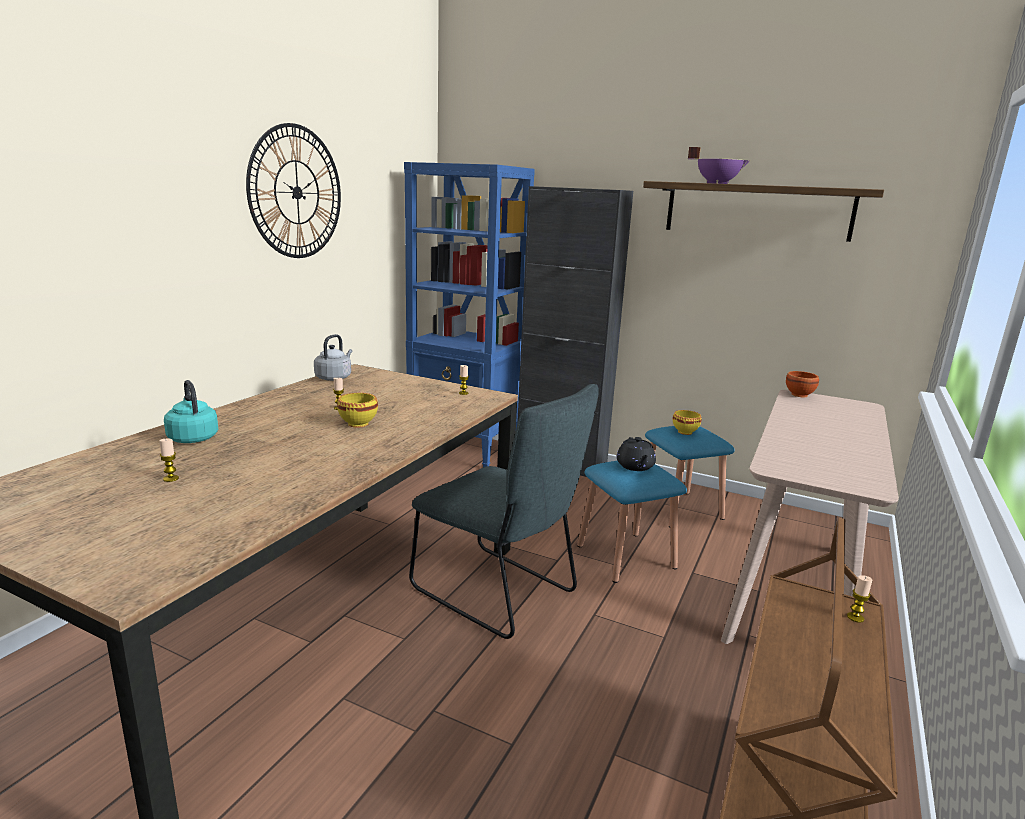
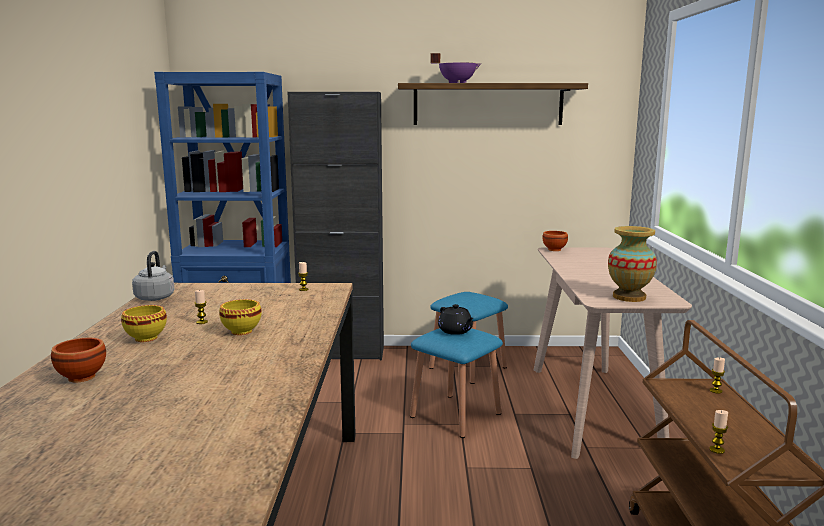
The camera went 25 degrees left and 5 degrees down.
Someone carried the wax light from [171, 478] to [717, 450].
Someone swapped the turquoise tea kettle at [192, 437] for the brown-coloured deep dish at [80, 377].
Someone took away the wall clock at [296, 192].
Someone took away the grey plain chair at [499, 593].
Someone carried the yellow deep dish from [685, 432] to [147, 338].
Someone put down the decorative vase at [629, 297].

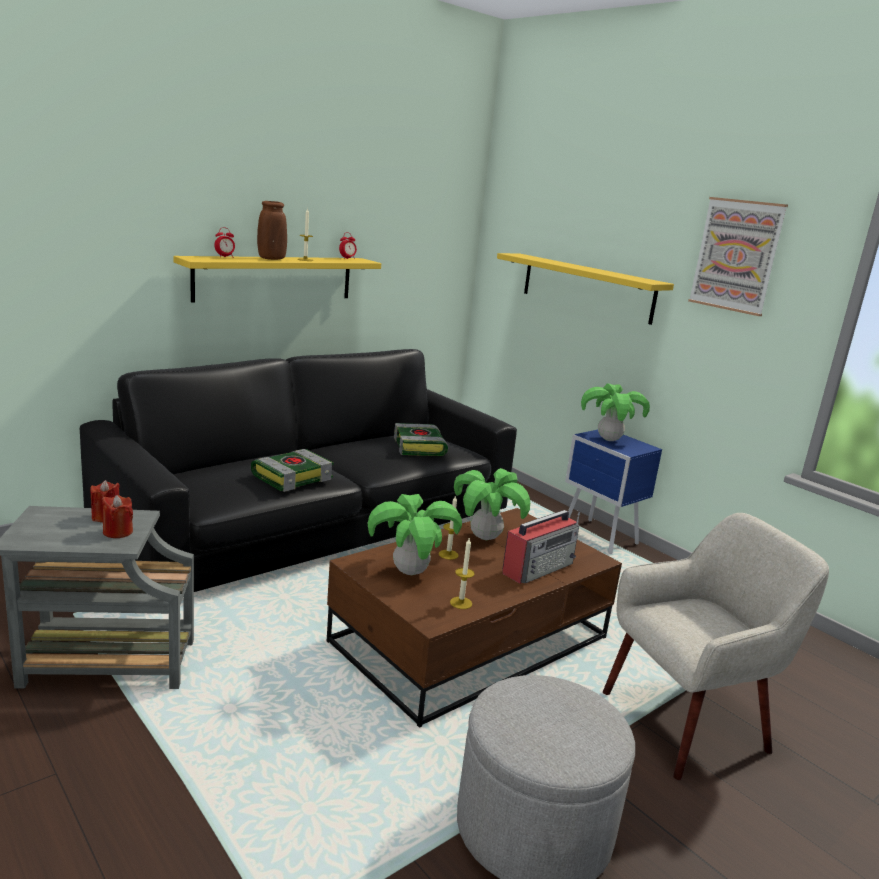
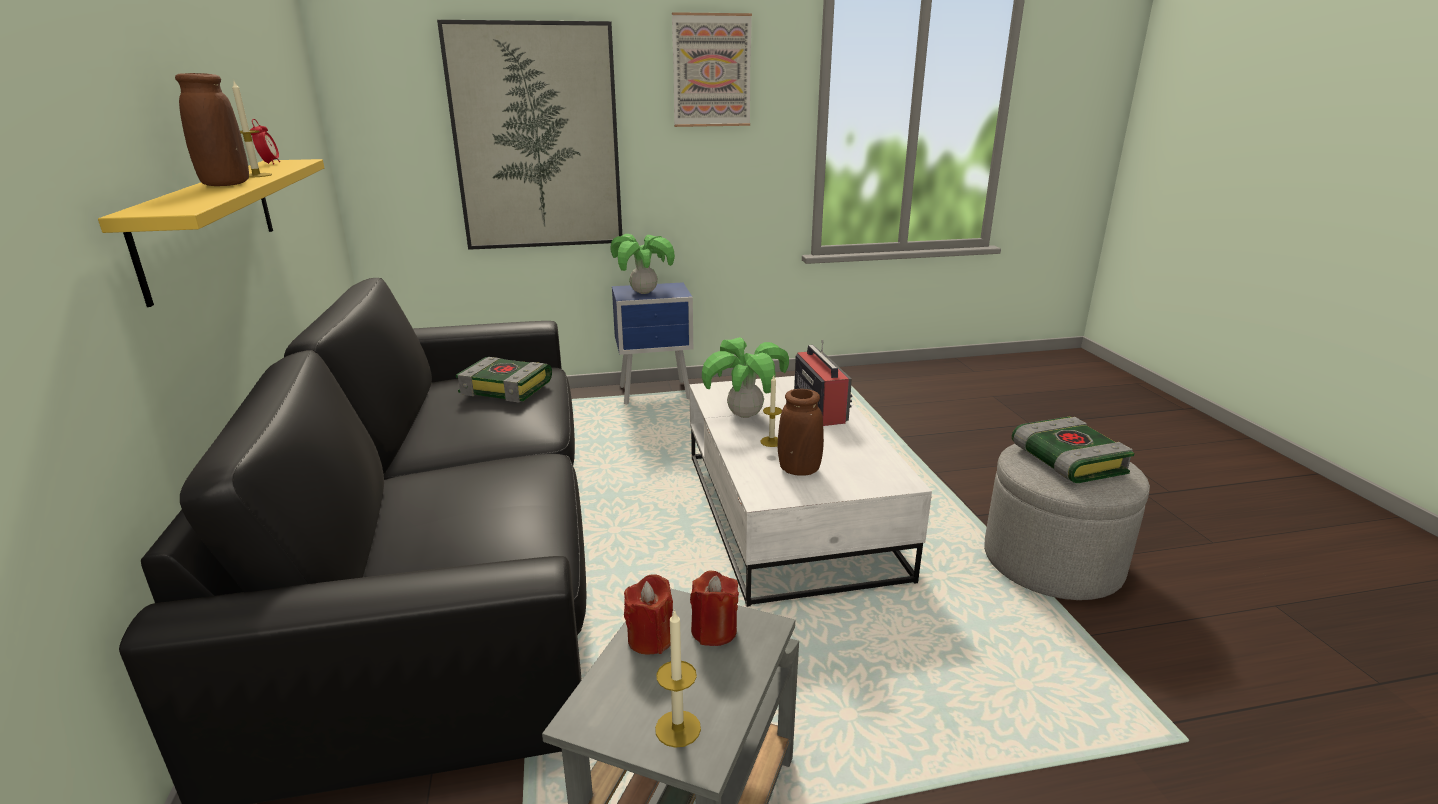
The camera went 60 degrees left and 5 degrees up.
Someone took away the bedside clock at [225, 257].
Someone carried the volume from [292, 477] to [1065, 460].
Someone repainted the brown-coloured lounge table at [471, 639], which became the whitish lounge table at [788, 513].
Someone swapped the plant in a pot at [410, 572] for the brown-coloured decorative vase at [799, 470].
Someone carried the wax light from [461, 603] to [678, 728].
Someone swapped the yellow bracket shelf at [586, 287] for the wall art at [537, 139].
Someone took away the sand-coloured easy chair at [687, 723].

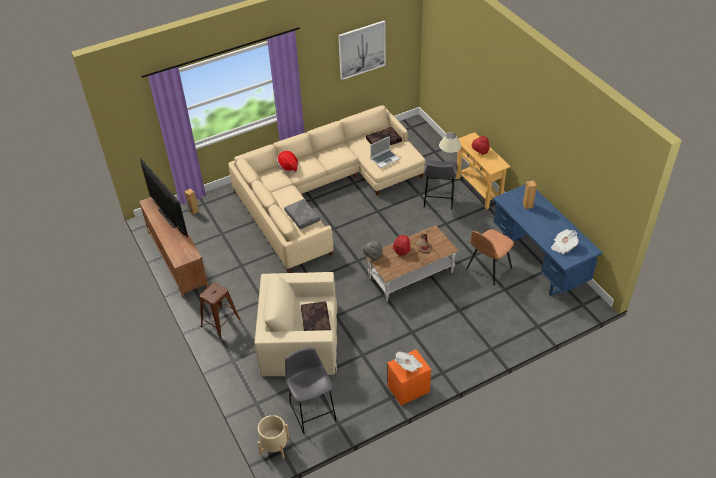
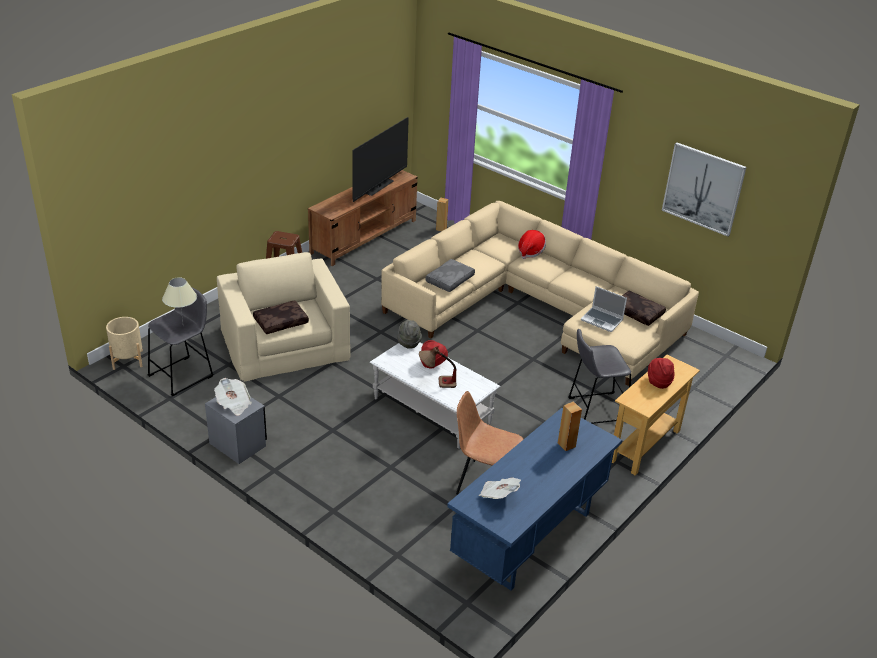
The camera went 65 degrees right and 10 degrees down.
Someone repainted the brown-coloured lounge table at [411, 275], which became the whitish lounge table at [432, 410].
Someone repainted the orangey night table at [408, 388], which became the grey night table at [238, 444].
Someone carried the sand-coloured lamp for a table from [448, 162] to [183, 326].

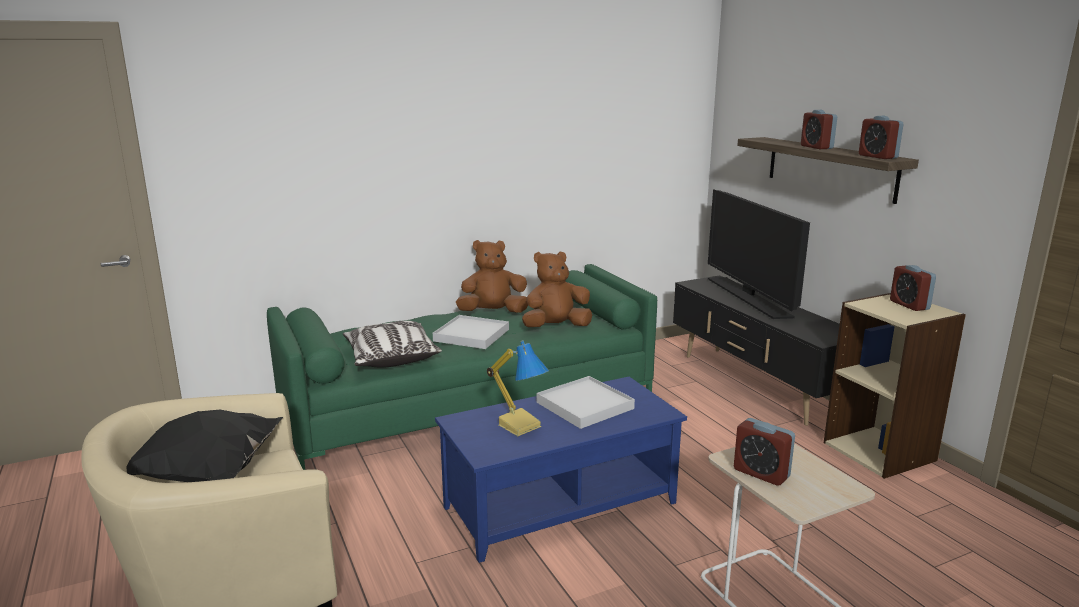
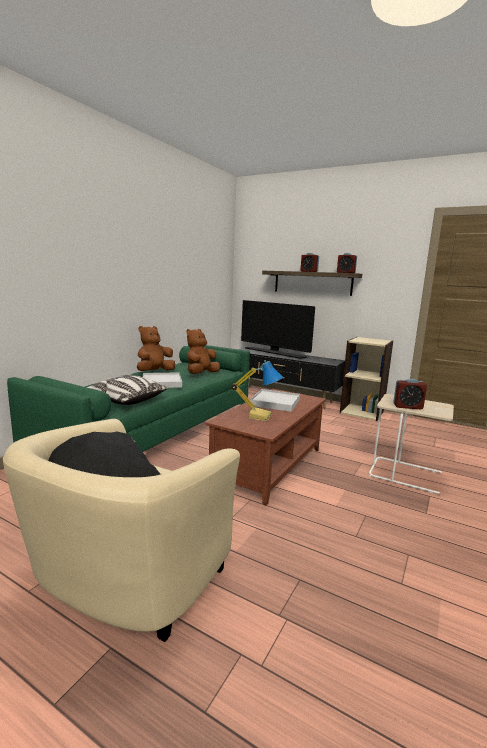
The camera went 35 degrees left and 5 degrees down.
Someone repainted the blue-coloured lounge table at [559, 504], which became the brown-coloured lounge table at [268, 465].
Someone took away the bedside clock at [909, 305].

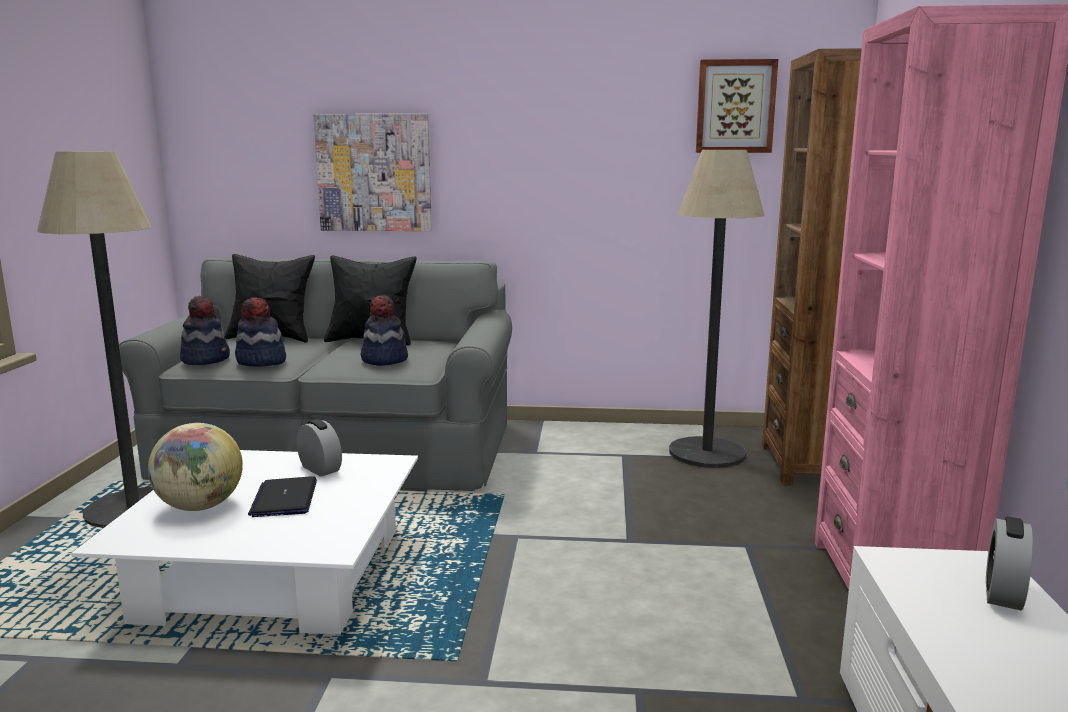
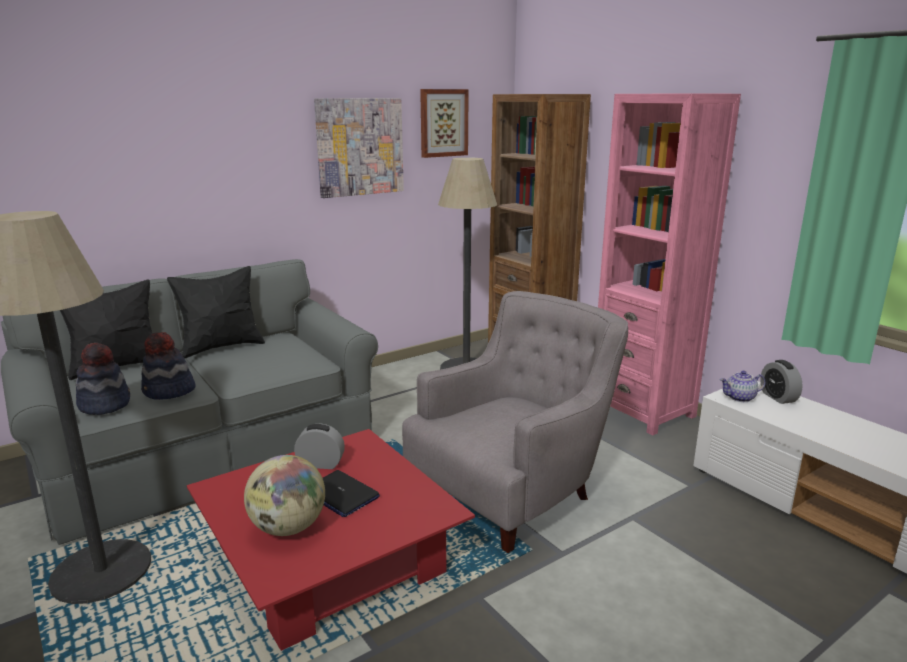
The camera went 40 degrees left and 5 degrees up.
Someone repainted the whitish lounge table at [276, 573], which became the red lounge table at [330, 558].
Someone carried the wall art from [374, 173] to [360, 147].
Someone took away the wearable hat at [384, 359].
Someone put down the grey easy chair at [514, 490].
Someone put down the teapot at [740, 398].

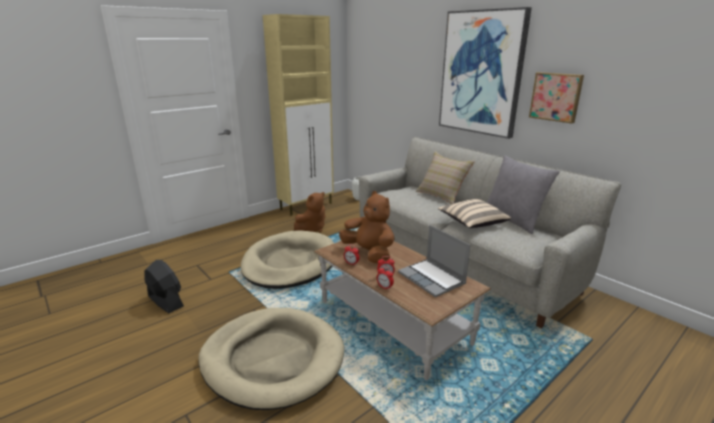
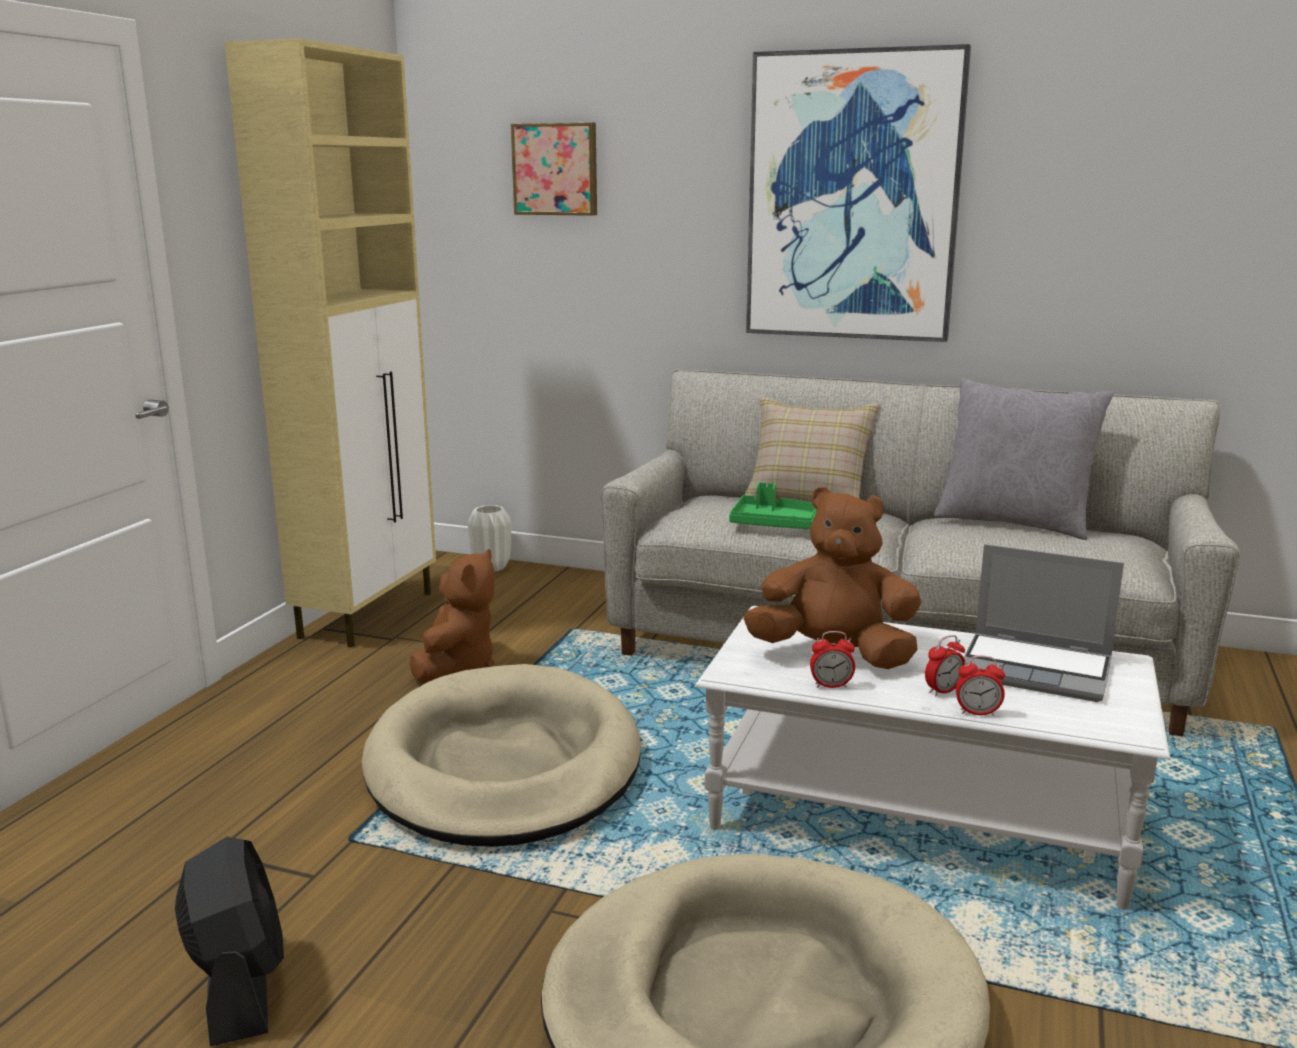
The camera went 30 degrees left and 5 degrees down.
Someone rotated the blackish electric fan at [165, 301] by 60 degrees clockwise.
Someone repainted the brown-coloured lounge table at [393, 322], which became the whitish lounge table at [918, 819].
Someone took away the sand-coloured pillow at [472, 223].
Someone carried the wall art from [556, 97] to [556, 169].
Someone put down the green tray at [774, 524].

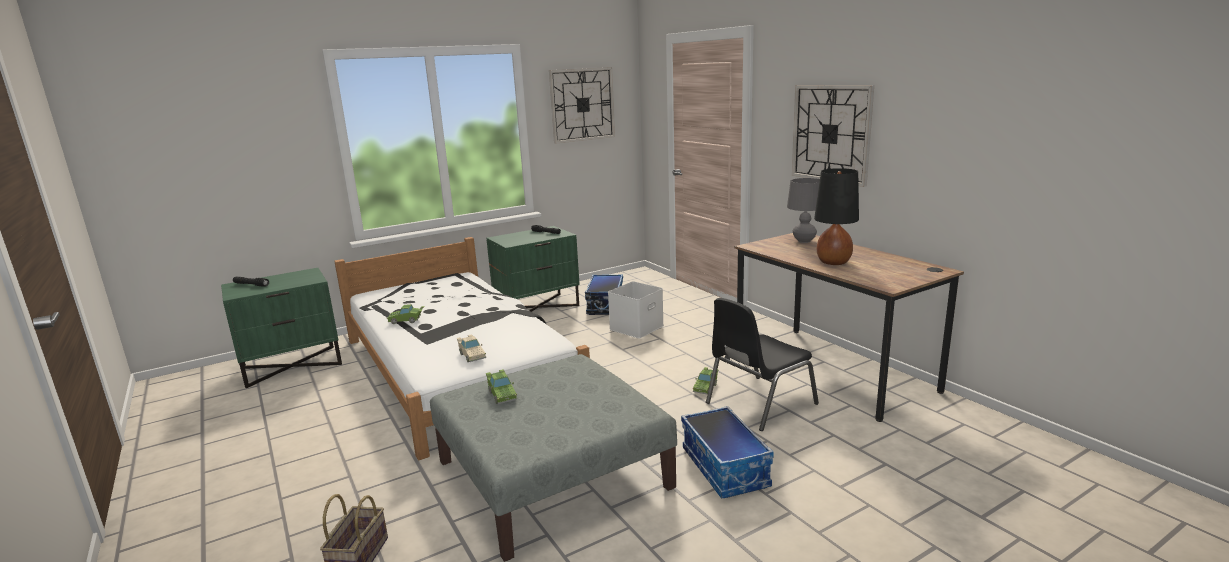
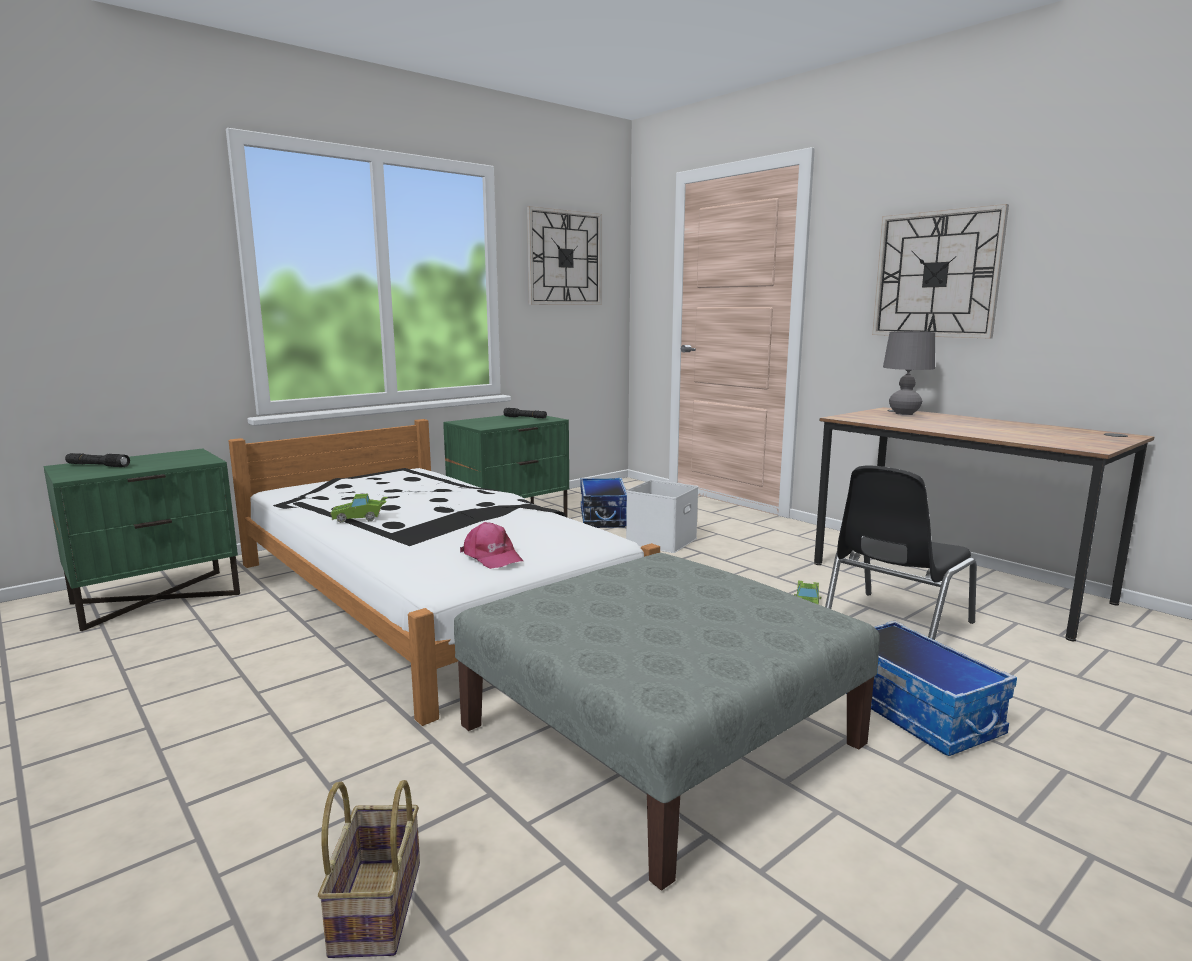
The camera went 10 degrees left and 5 degrees down.
Someone swapped the sand-coloured toy car at [471, 355] for the pinkish baseball cap at [491, 557].
Someone took away the green toy car at [501, 394].
Someone took away the blackish lamp for a table at [833, 262].

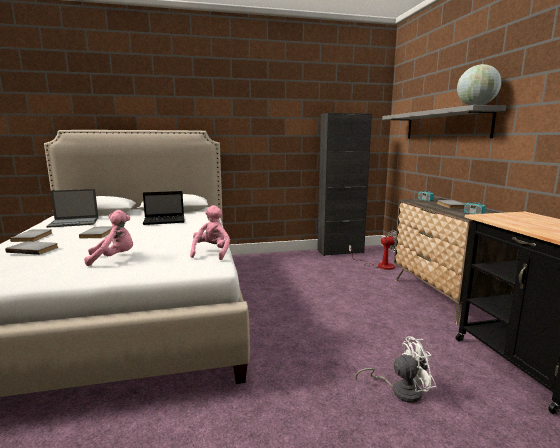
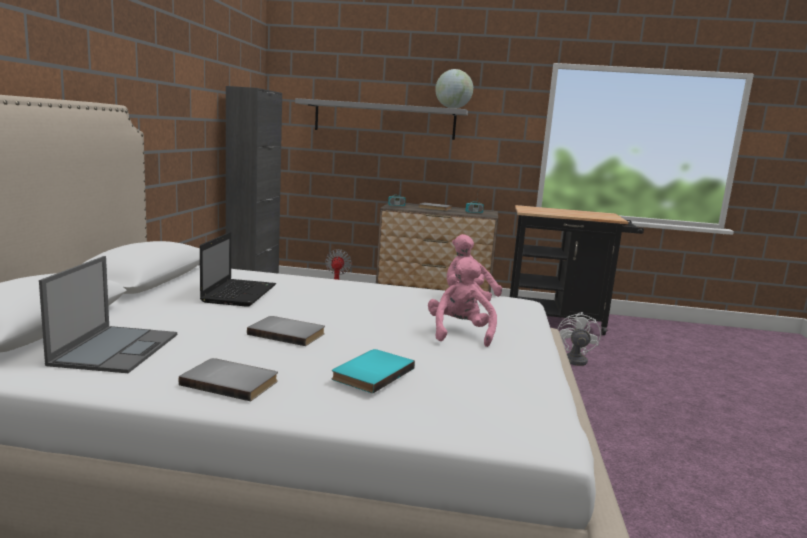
The camera went 70 degrees left and 0 degrees up.
Someone repainted the grey volume at [34, 249], which became the turquoise volume at [371, 373].

